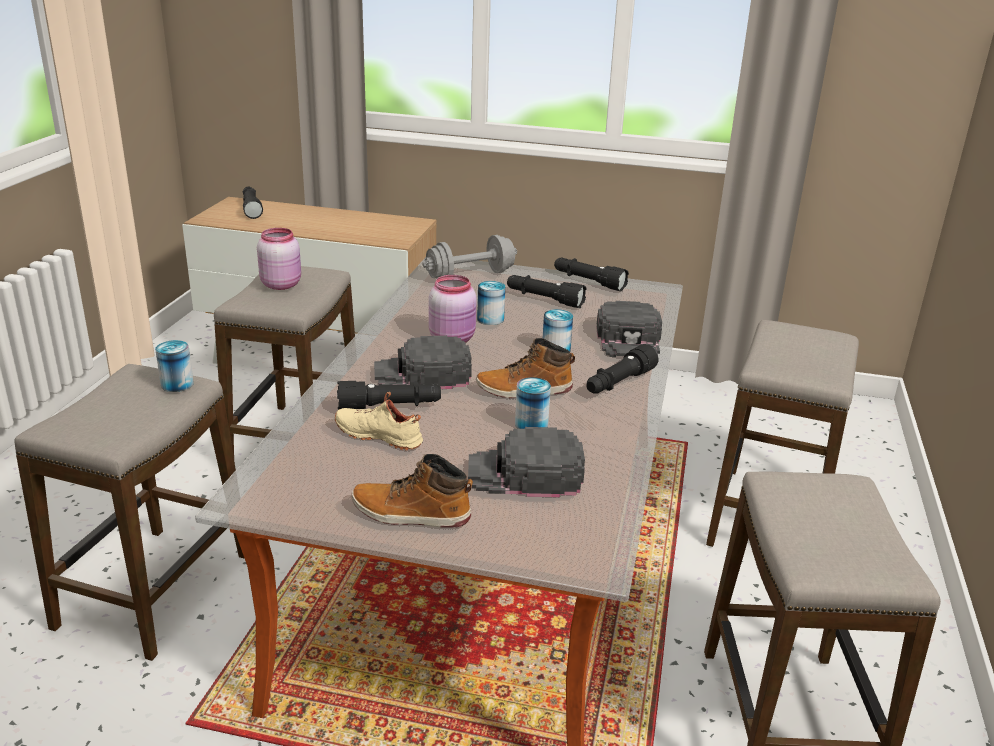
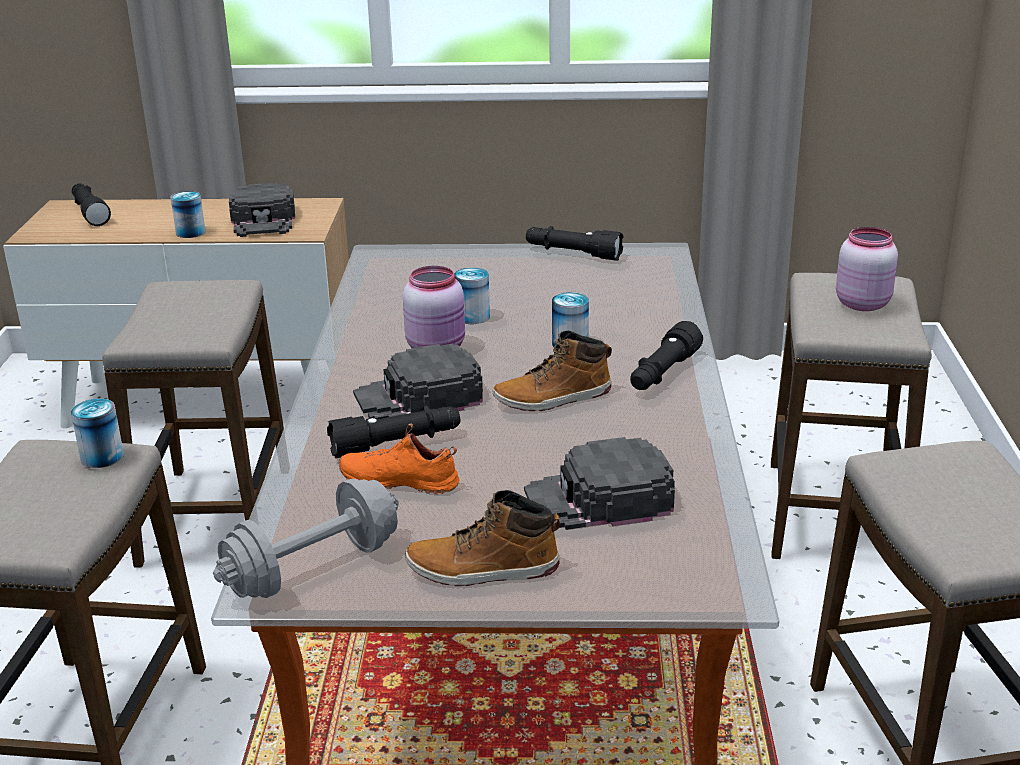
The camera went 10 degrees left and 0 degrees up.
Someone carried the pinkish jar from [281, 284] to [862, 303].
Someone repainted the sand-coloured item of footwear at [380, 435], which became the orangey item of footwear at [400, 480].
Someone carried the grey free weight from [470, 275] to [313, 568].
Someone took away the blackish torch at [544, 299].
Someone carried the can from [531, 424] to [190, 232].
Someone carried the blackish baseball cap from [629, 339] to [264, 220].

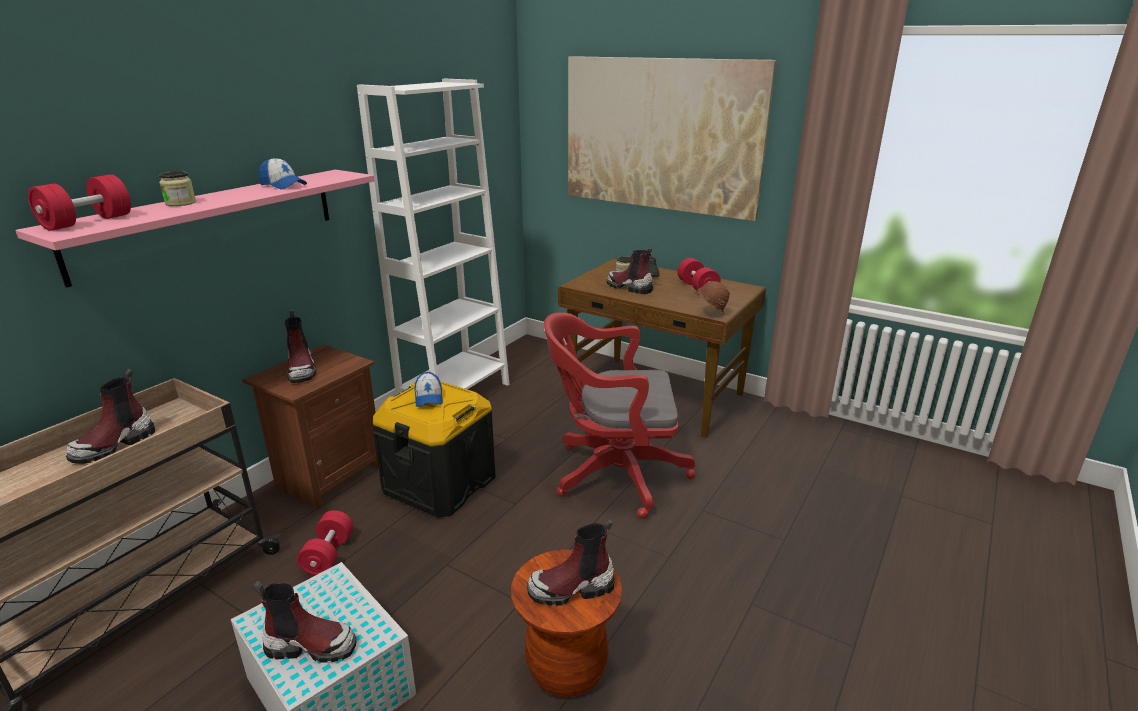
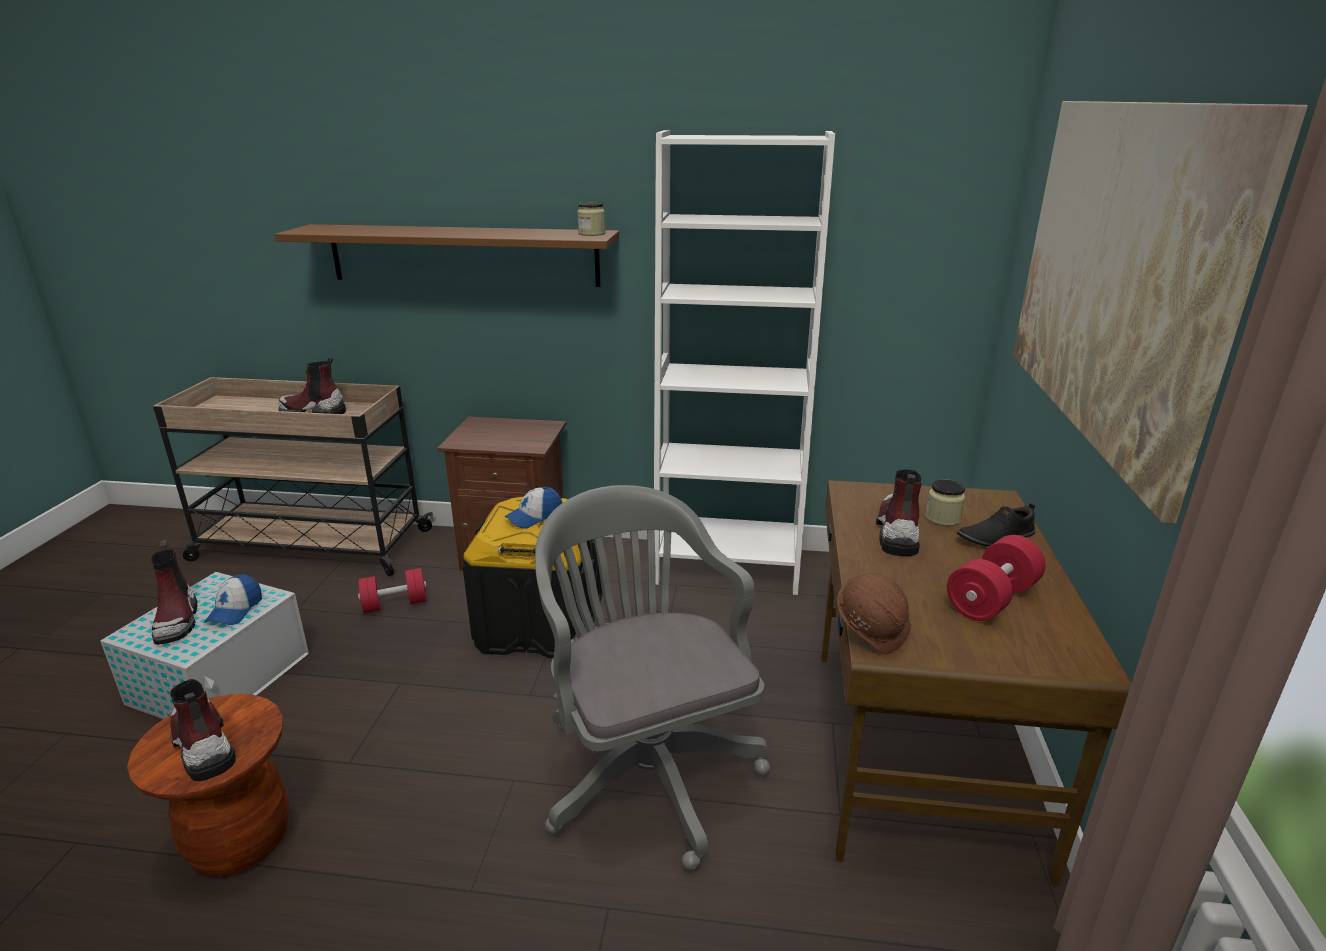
The camera went 65 degrees right and 0 degrees up.
Someone repainted the pinkish bracket shelf at [211, 221], which became the brown-coloured bracket shelf at [463, 255].
Someone took away the red free weight at [87, 222].
Someone carried the jar from [180, 203] to [591, 234].
Someone carried the baseball cap from [283, 185] to [235, 610].
Someone took away the high-top boot at [301, 370].
Someone repainted the red desk chair at [612, 474], which became the grey desk chair at [645, 766].

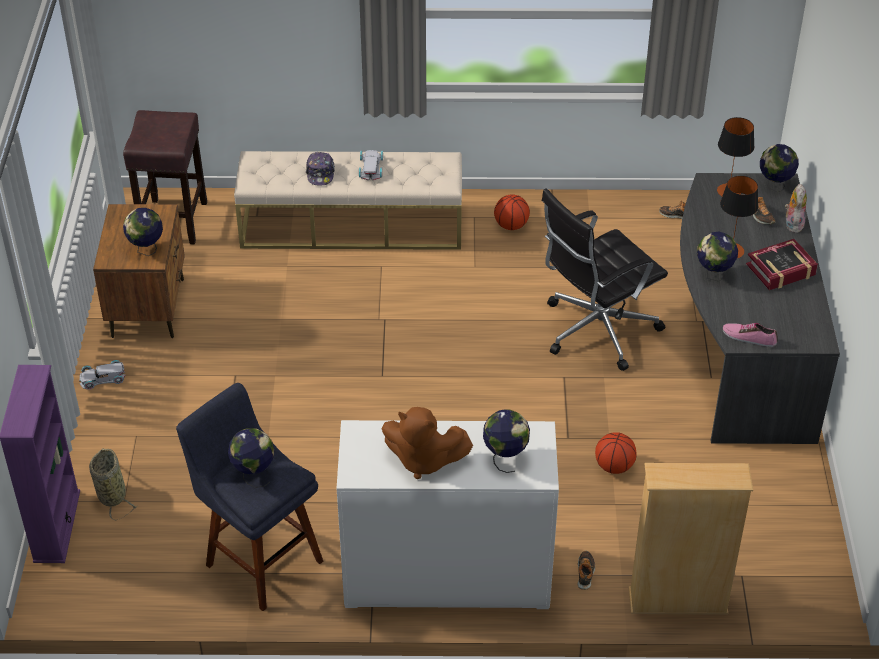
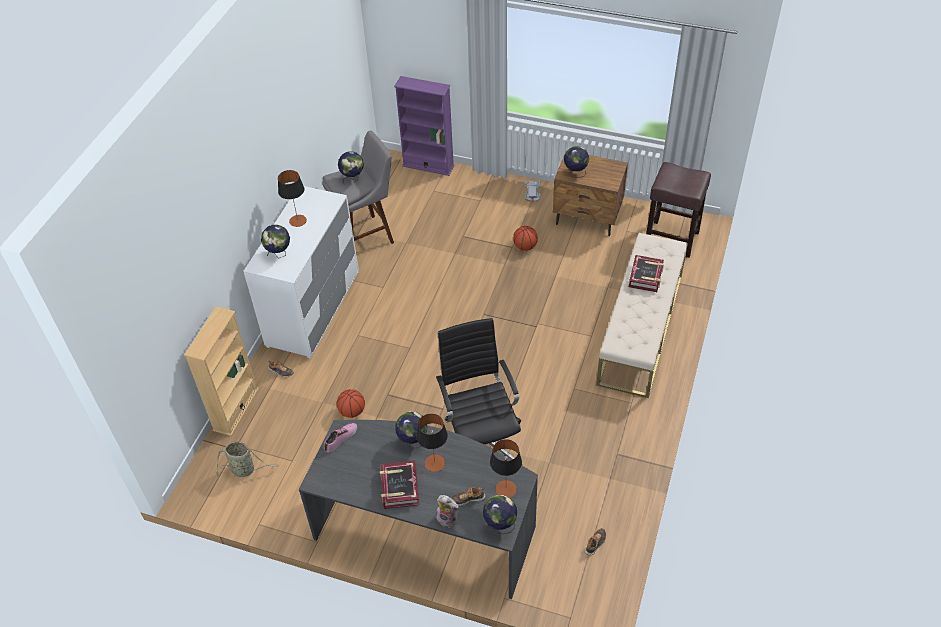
The camera went 110 degrees right and 5 degrees up.
Someone carried the basket from [111, 494] to [245, 470].
Someone repainted the blue-coloured sitting stool at [259, 559], which became the grey sitting stool at [367, 235].
Someone swapped the baseball cap at [320, 173] for the volume at [646, 277].
Someone took away the whitish toy car at [371, 167].
Someone swapped the brown-coloured cuddly toy at [423, 460] for the lamp for a table at [297, 221].
Someone carried the basketball ball from [511, 226] to [525, 247].

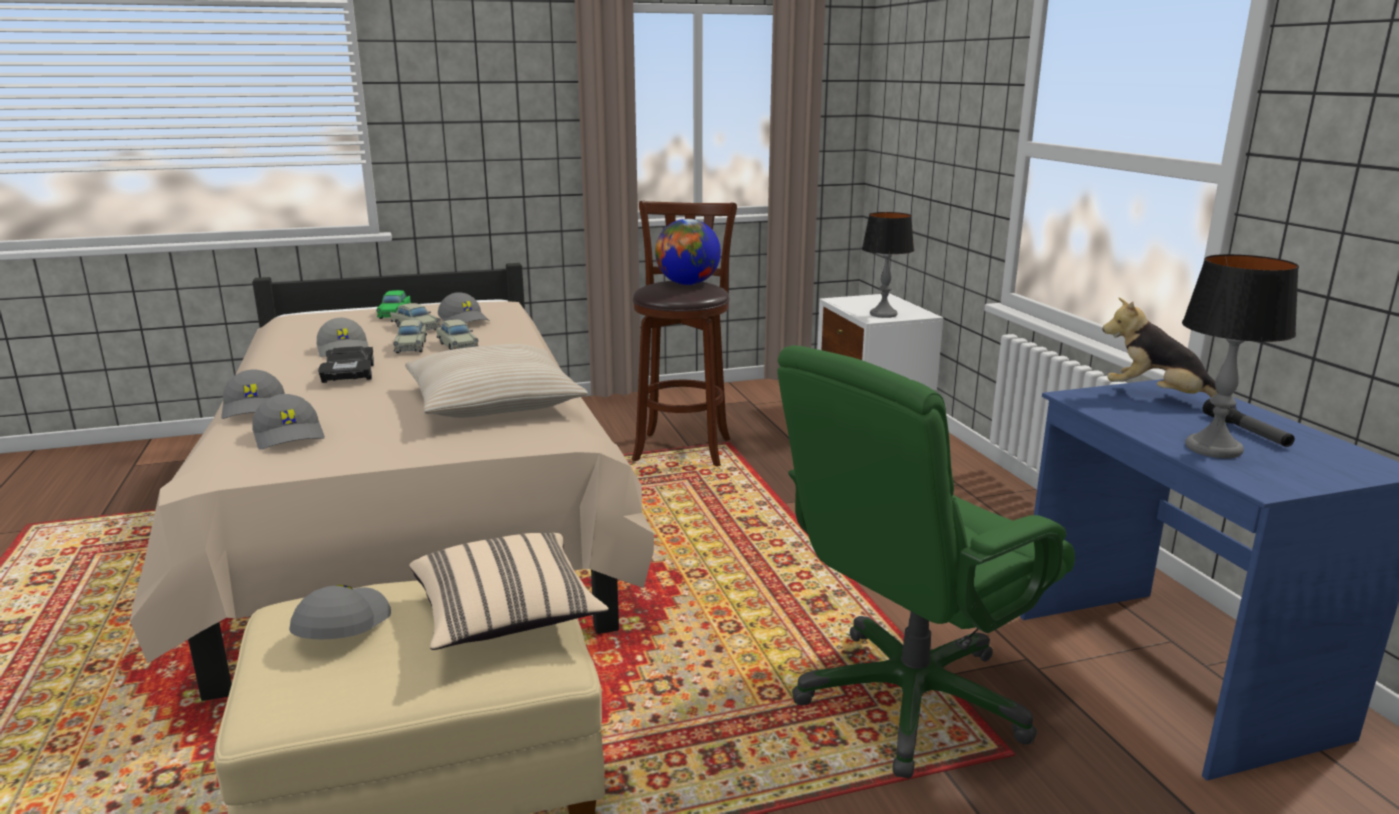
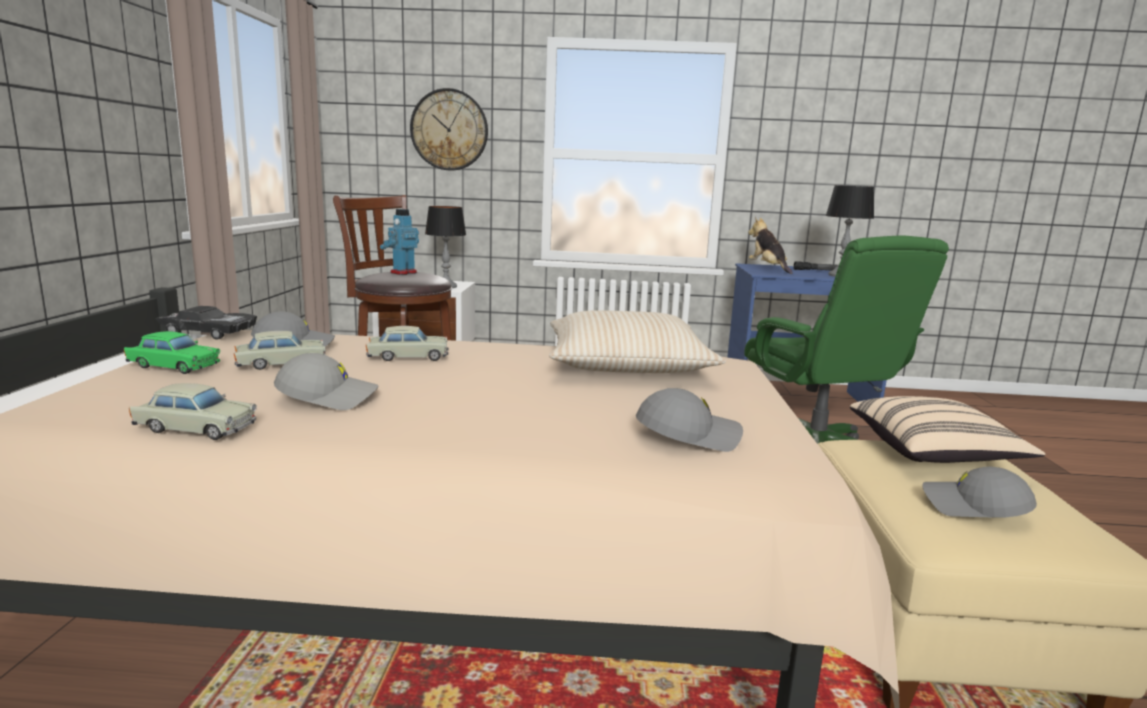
The camera went 70 degrees left and 5 degrees down.
Someone took away the grey baseball cap at [256, 408].
Someone carried the blackish toy car from [349, 374] to [209, 332].
Someone carried the sand-coloured toy car from [412, 346] to [196, 428].
Someone swapped the globe at [688, 284] for the robot figure at [403, 273].
Someone rotated the cuddly toy at [1158, 398] by 105 degrees clockwise.
Someone put up the wall clock at [449, 130].

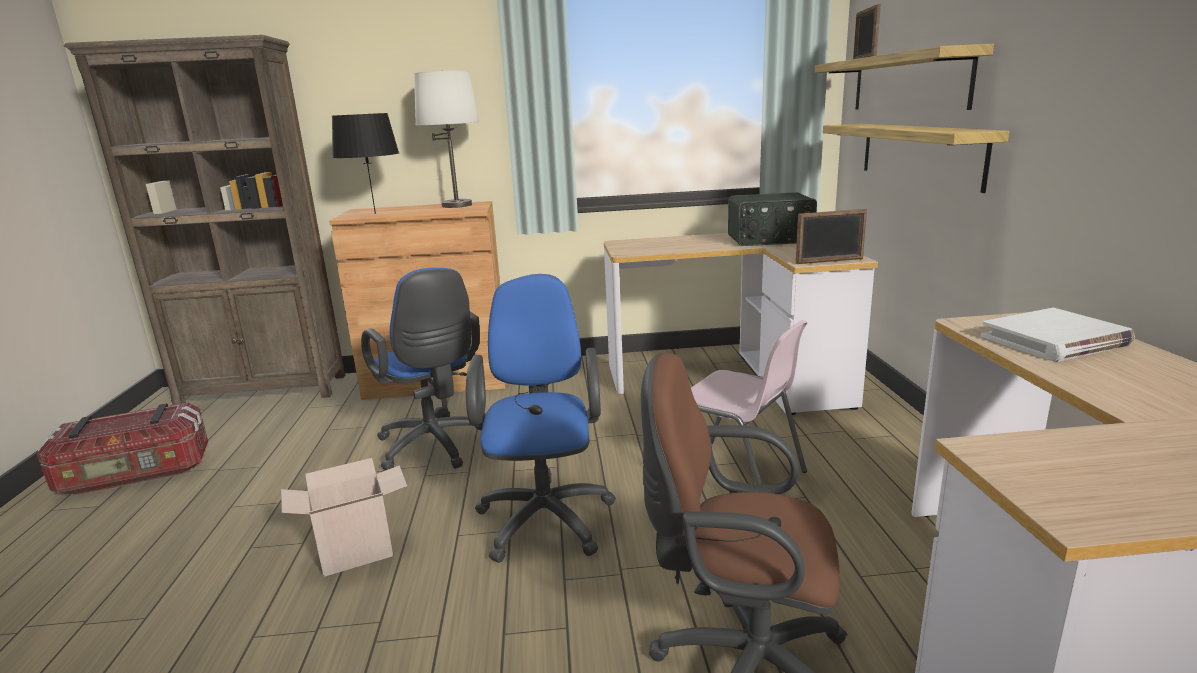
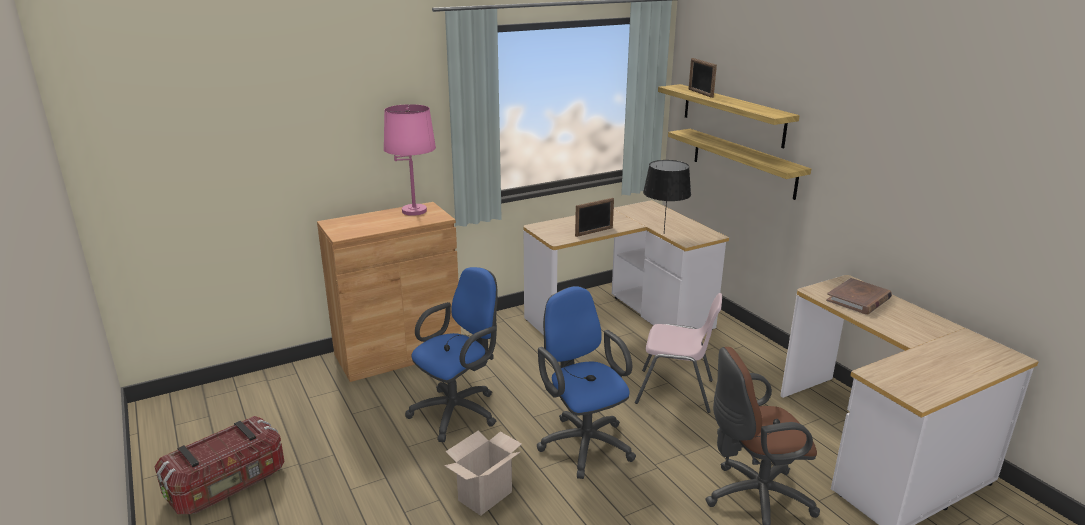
The camera went 25 degrees left and 5 degrees up.
Someone took away the brown-coloured bookshelf at [264, 391].
Someone carried the blackish lamp for a table from [375, 213] to [664, 233].
Someone rotated the blue-coloured desk chair at [435, 447] by 75 degrees counterclockwise.
Someone repainted the whitish lamp for a table at [457, 205], which became the pinkish lamp for a table at [414, 211].
Someone took away the radio at [770, 239].
Someone carried the photo frame from [829, 261] to [594, 232].
Someone repainted the whitish volume at [1054, 341], which became the brown-coloured volume at [858, 299].

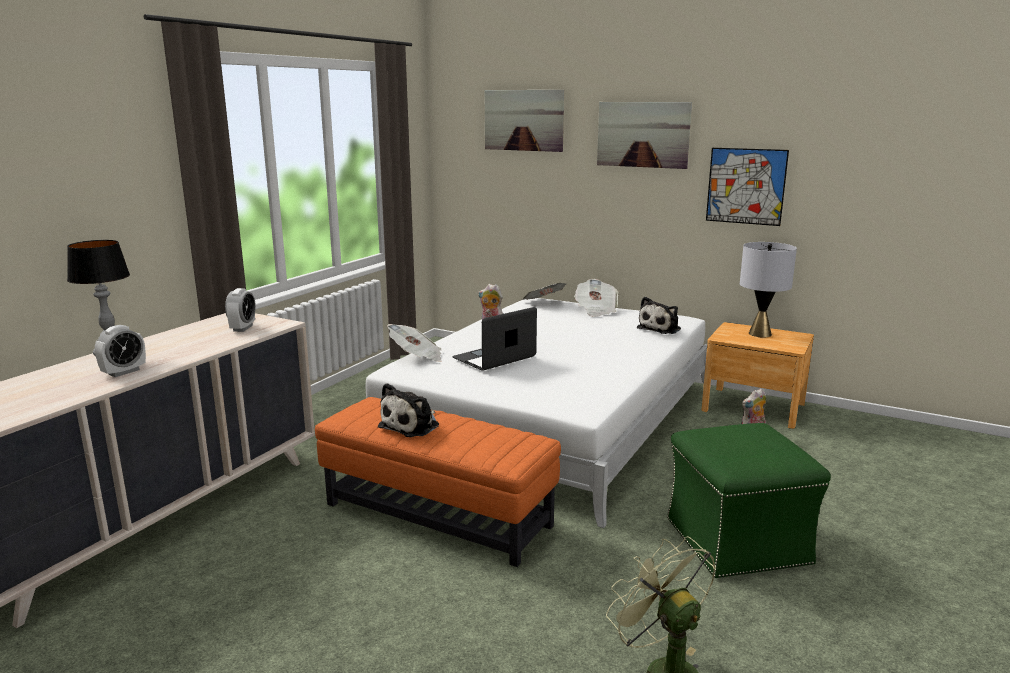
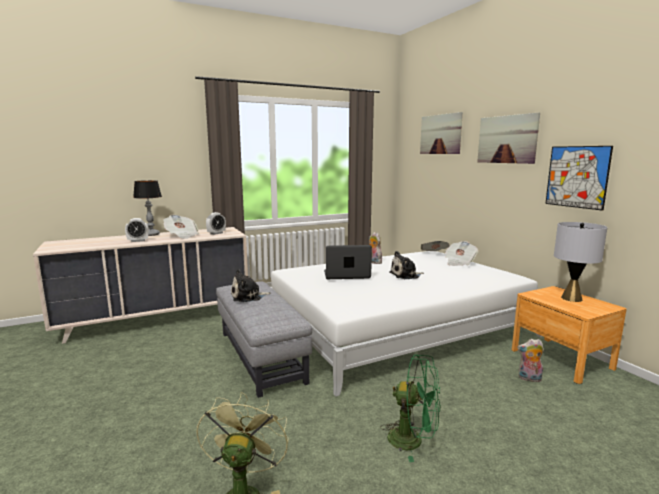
The camera went 35 degrees right and 5 degrees down.
Someone repainted the orangey pouffe at [437, 515], which became the grey pouffe at [261, 356].
Someone carried the newspaper from [417, 357] to [182, 236].
Someone carried the cuddly toy from [660, 328] to [406, 275].
Someone swapped the green pouffe at [736, 540] for the green electric fan at [413, 440].

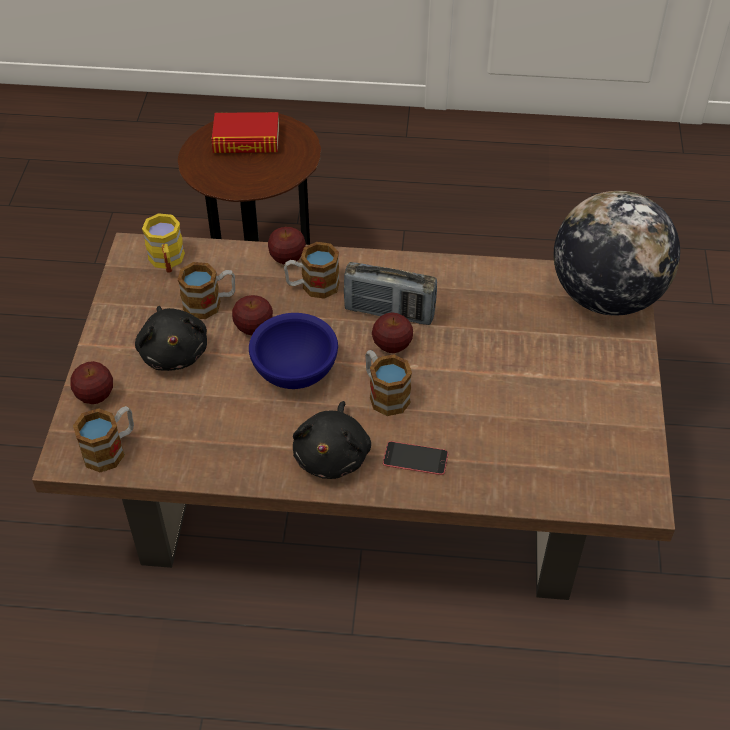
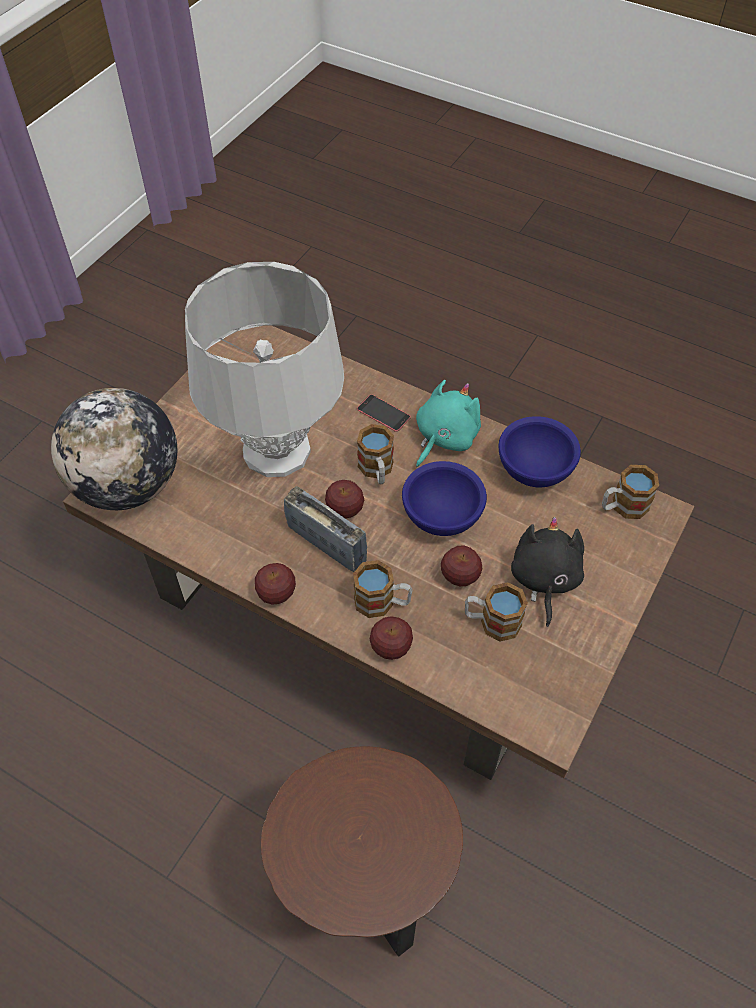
The camera went 155 degrees left and 5 degrees up.
Someone carried the apple fruit from [95, 396] to [277, 594].
Someone took away the yellow coffee mug at [167, 262].
Someone took away the volume at [246, 140].
Someone repainted the blackish cuddly toy at [333, 455], which became the turquoise cuddly toy at [444, 438].
Someone put down the grey lamp for a table at [277, 451].
Someone put down the blue-coloured deep dish at [533, 471].

